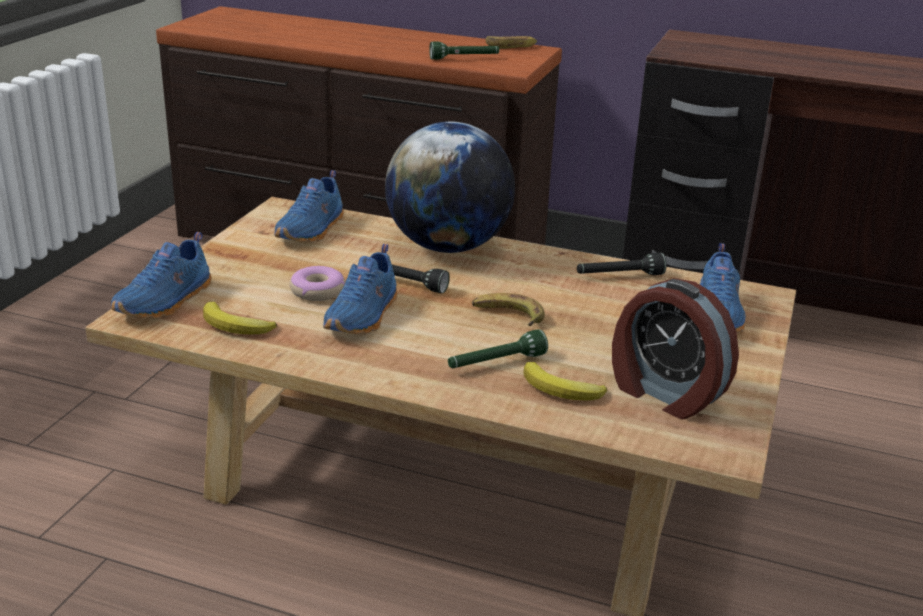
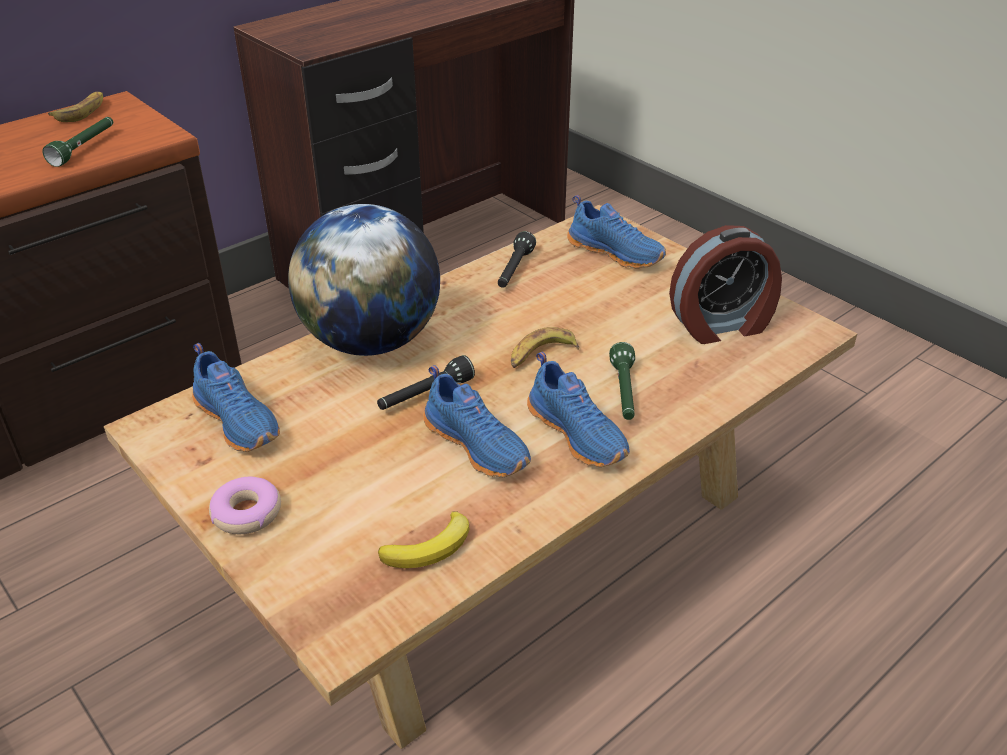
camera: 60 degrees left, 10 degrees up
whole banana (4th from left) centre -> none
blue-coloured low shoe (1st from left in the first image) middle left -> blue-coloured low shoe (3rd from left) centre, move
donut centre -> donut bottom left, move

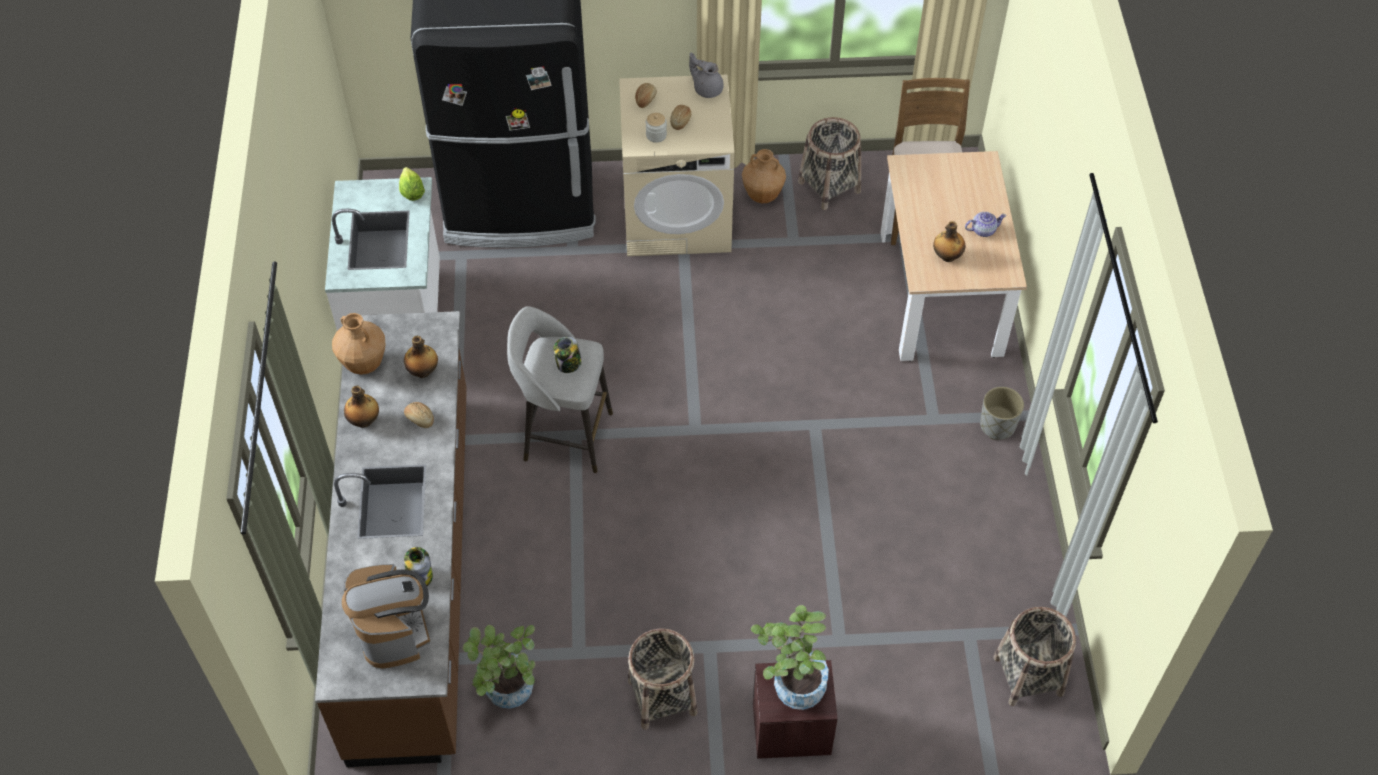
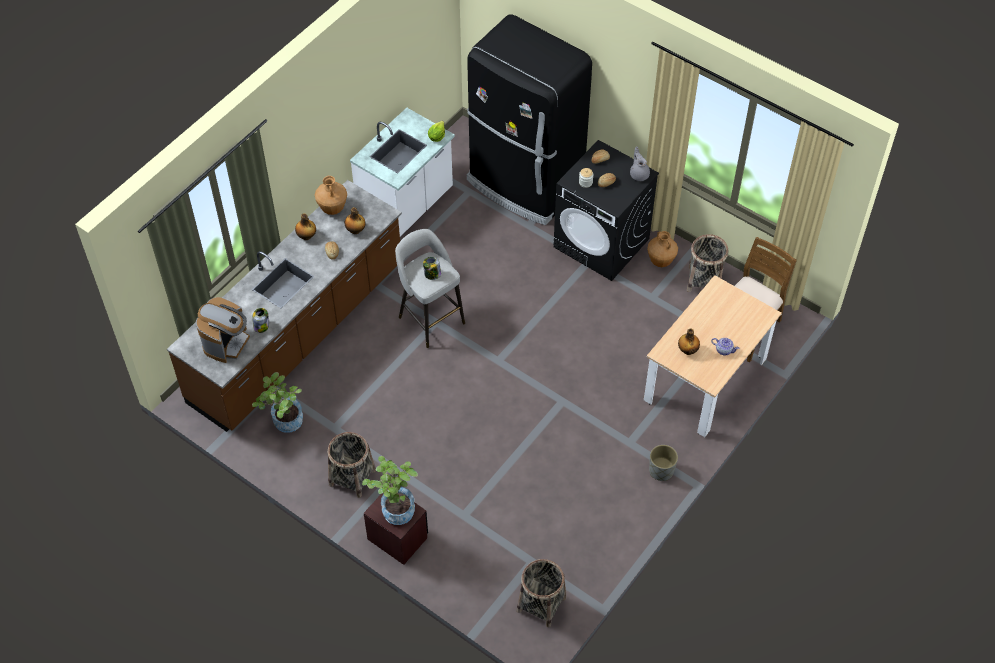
camera: 40 degrees right, 0 degrees up
sand-coloured washing machine top centre -> black washing machine top centre

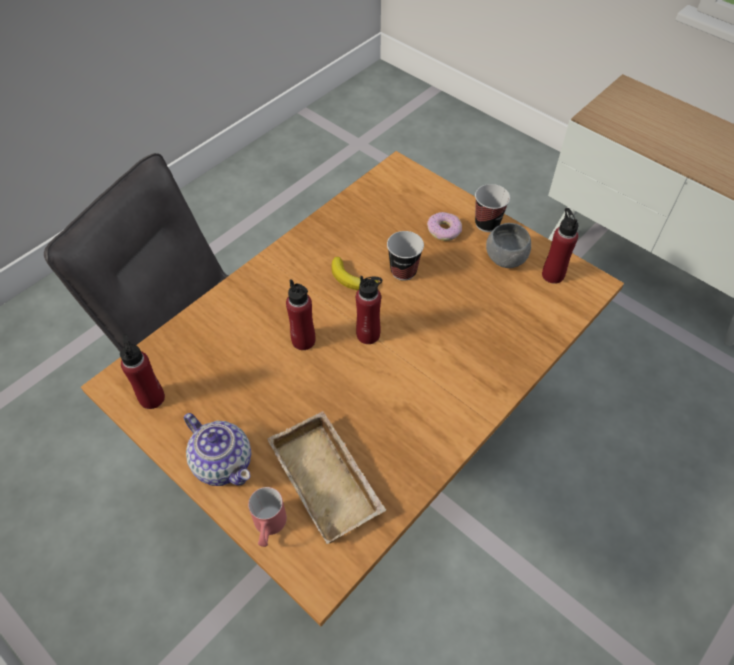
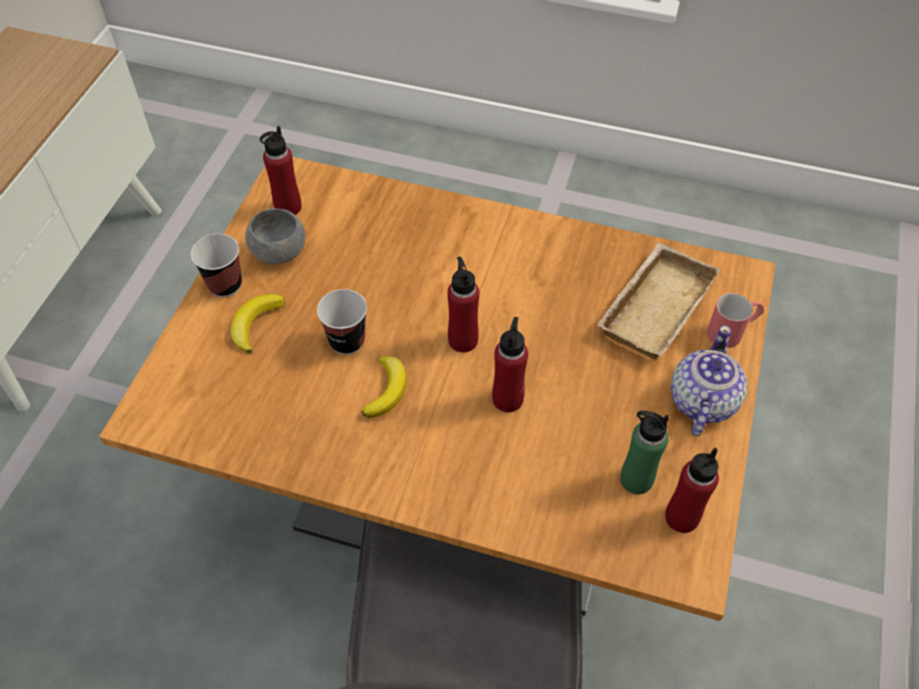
camera: 115 degrees left, 0 degrees up
none -> green bottle middle right
donut centre -> whole banana (1st from left) middle left

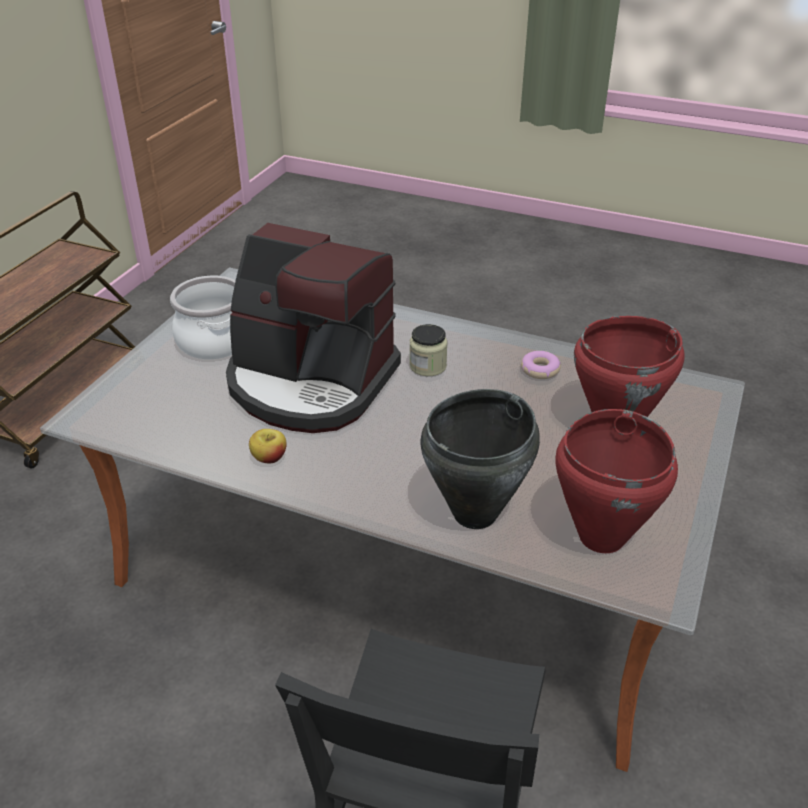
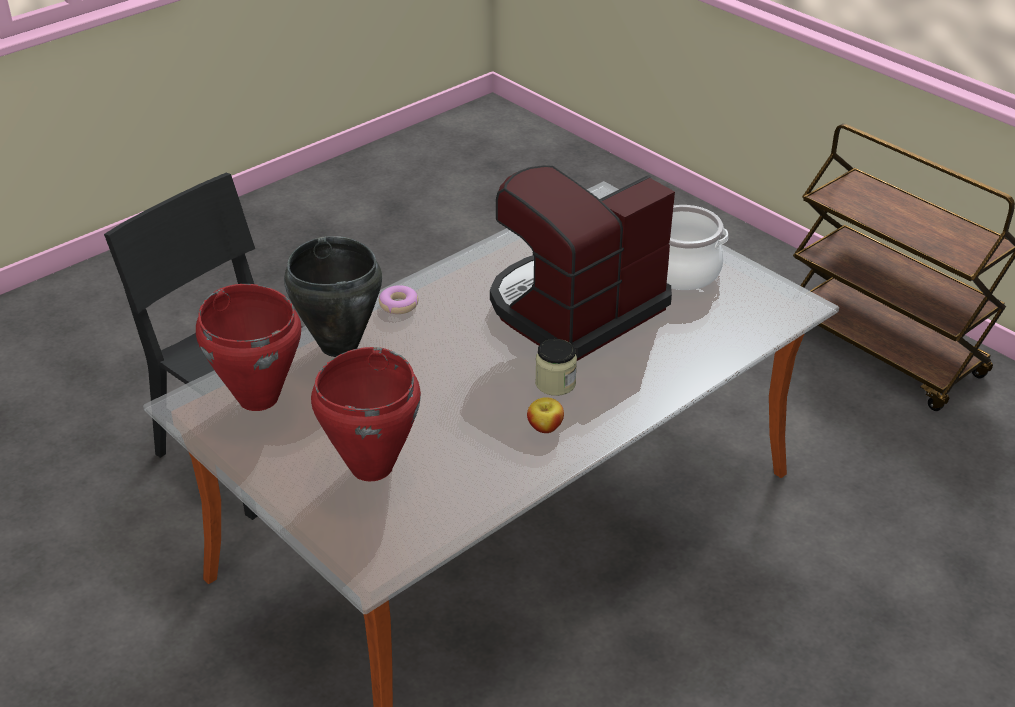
camera: 115 degrees right, 0 degrees up
whole apple middle left -> whole apple centre, move
donut middle right -> donut centre, move

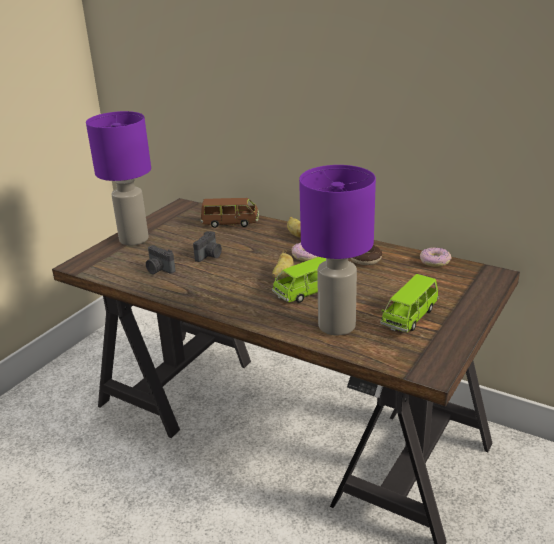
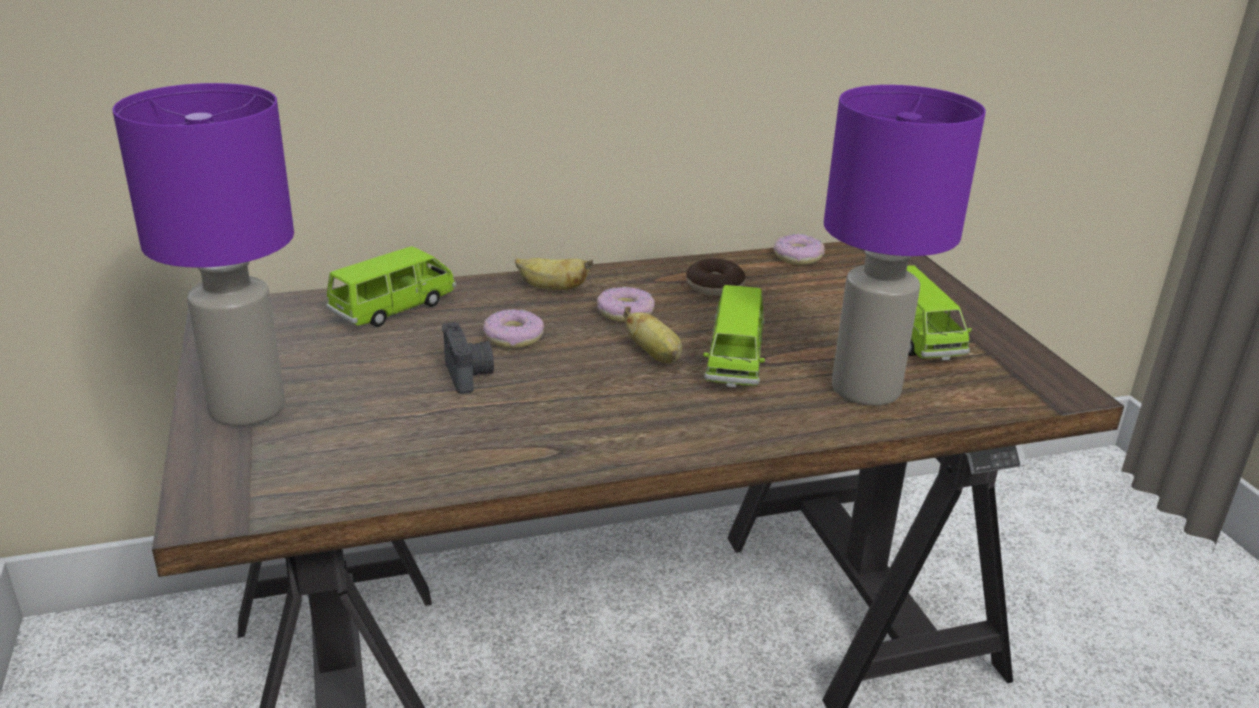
camera: 50 degrees left, 0 degrees up
photo camera (1st from left) middle left -> none
none -> donut (1st from left) centre
brown-coloured miniature car centre -> green miniature car (1st from left) middle left

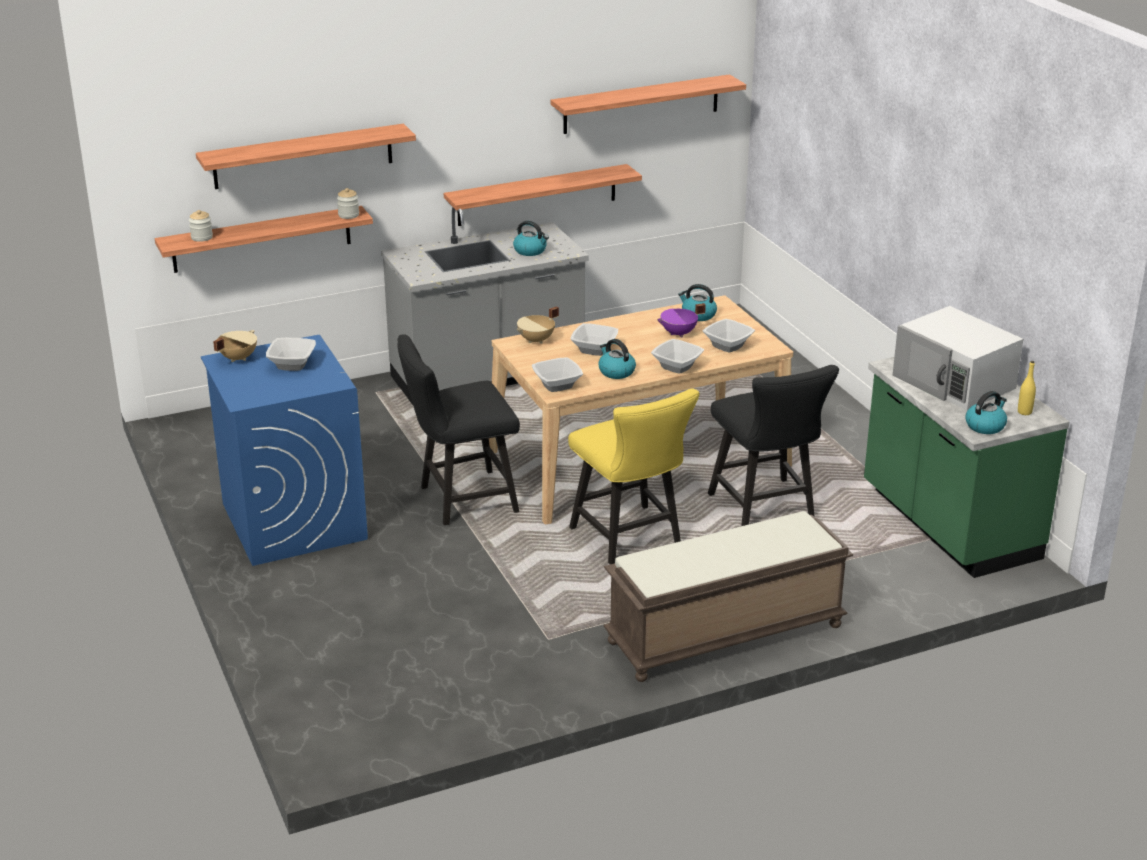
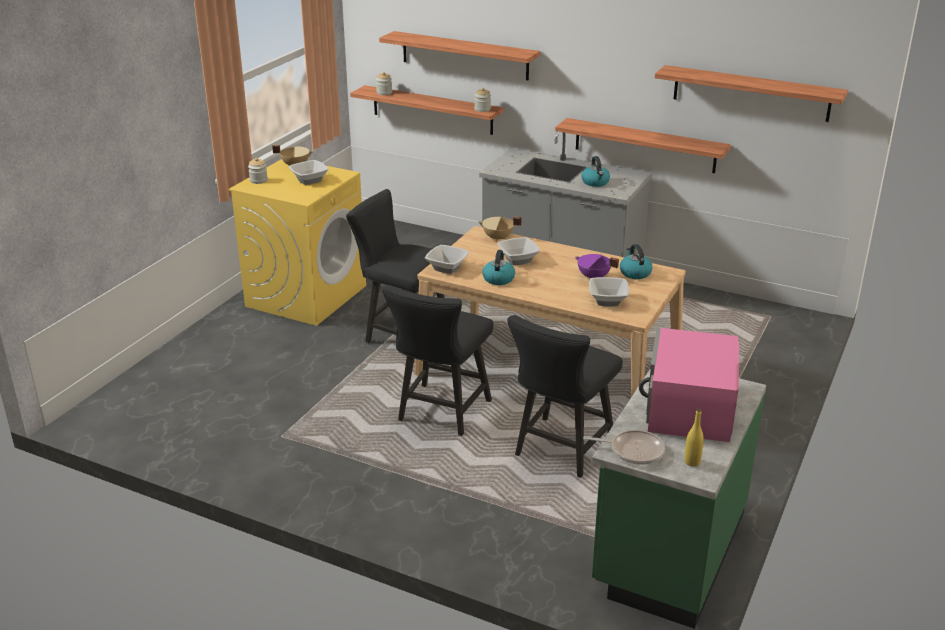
camera: 50 degrees right, 0 degrees up
brown-coloured long seat bottom centre -> none
deep dish (4th from left) centre -> none
none -> preserve jar (1st from left) top left
water kettle (4th from left) middle right -> pan bottom centre
blue-coloured washing machine middle left -> yellow-coloured washing machine middle left
yellow-coloured plain chair centre -> black plain chair (2nd from left) centre
whitish microwave middle right -> pink-coloured microwave middle right

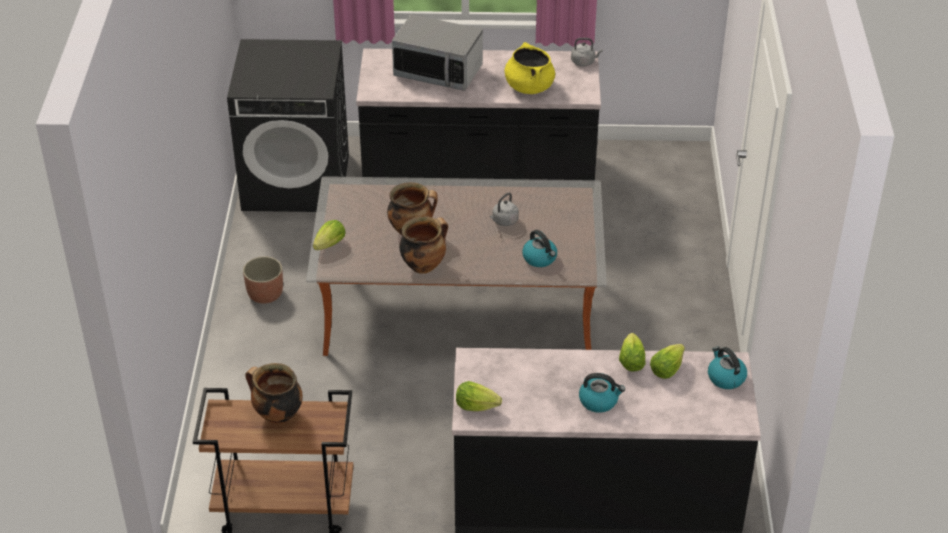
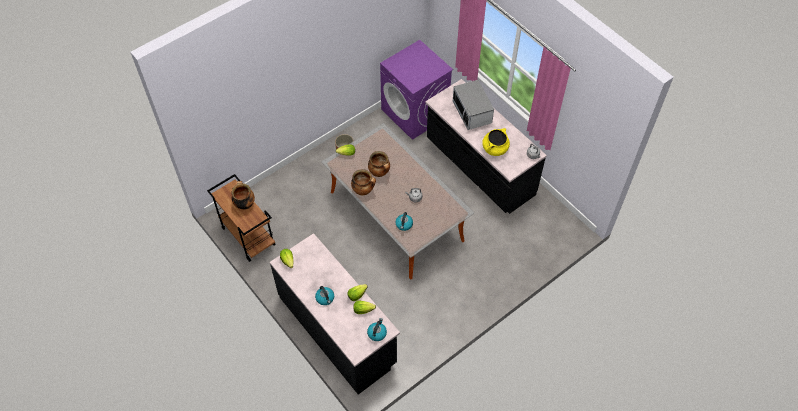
camera: 50 degrees right, 15 degrees up
black washing machine top left -> purple-coloured washing machine top centre

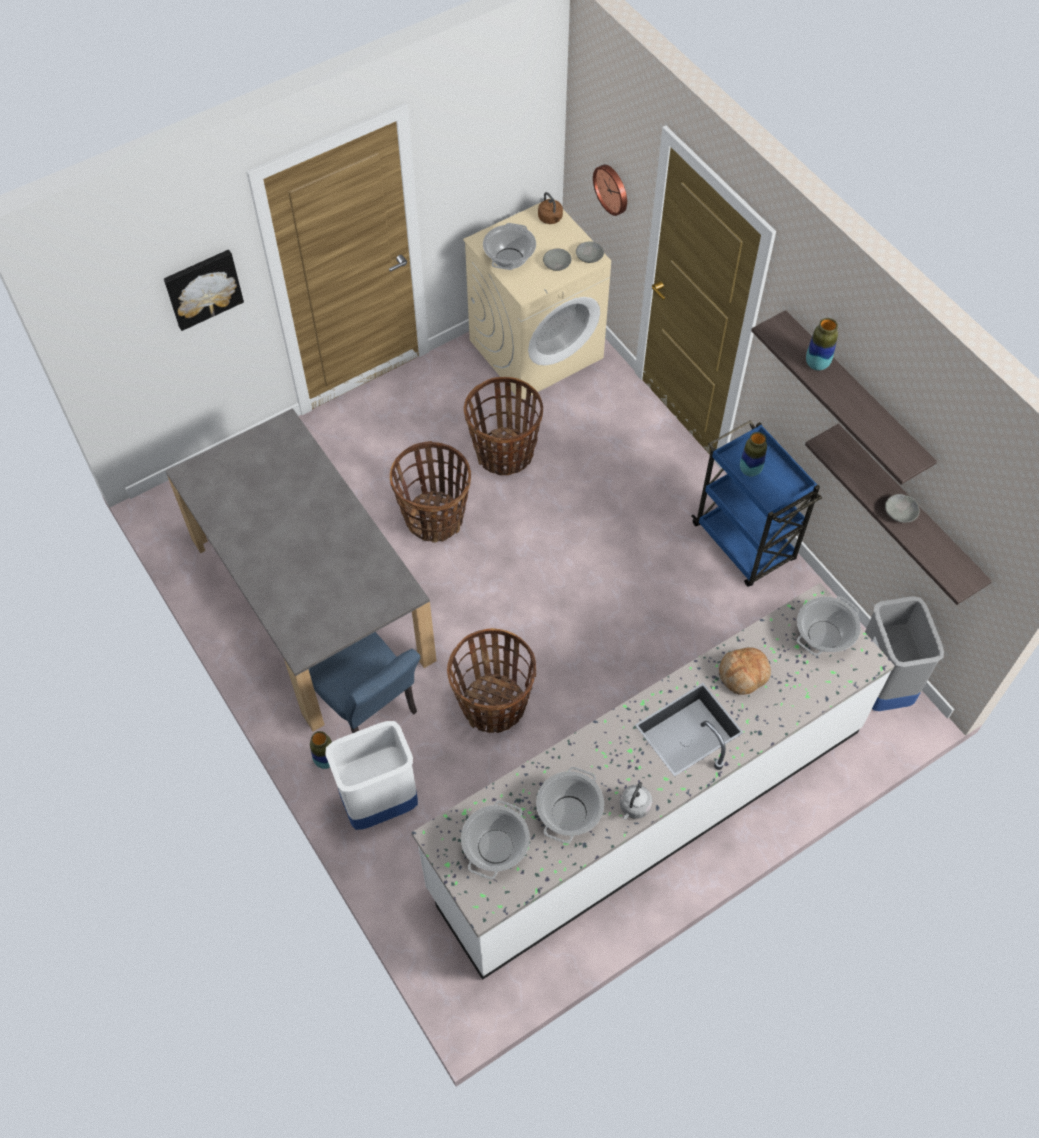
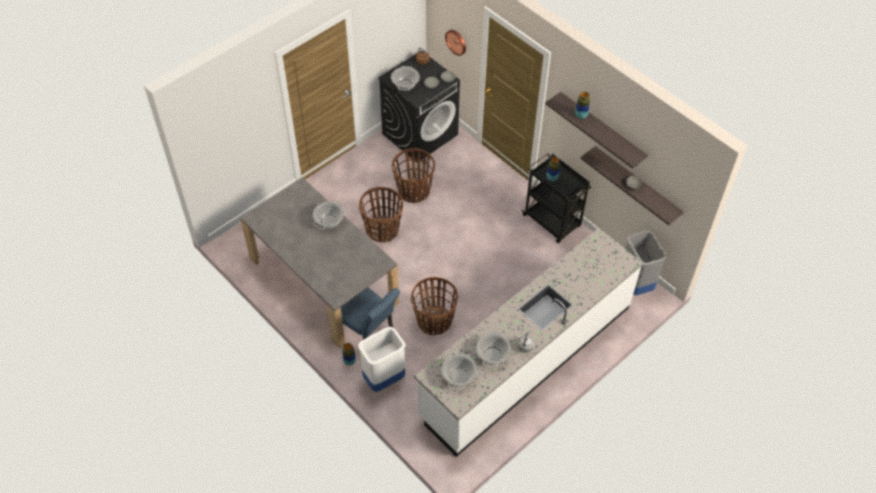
camera: 10 degrees left, 5 degrees down
wall picture top left -> none
bread middle right -> none
cooking pot (4th from left in the first image) middle right -> cooking pot (1st from left) centre, move
sand-coloured washing machine top centre -> black washing machine top centre
blue-coloured wheeled cart middle right -> black wheeled cart centre

